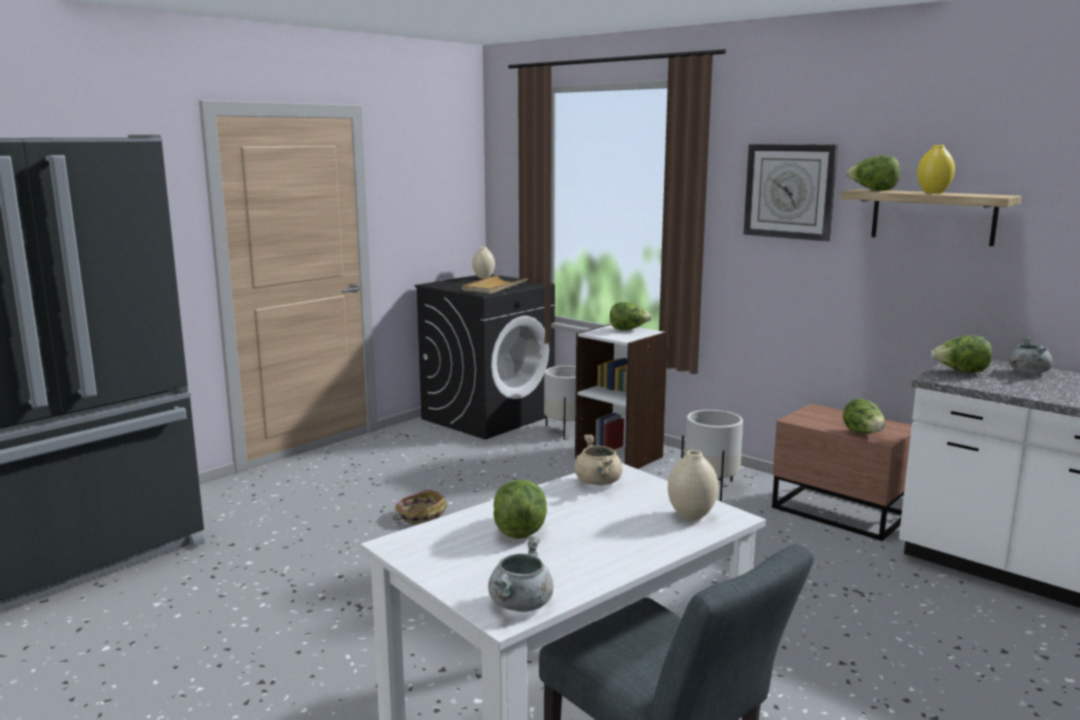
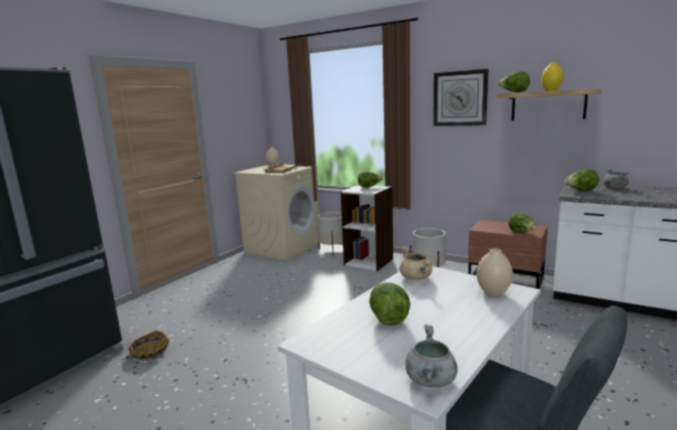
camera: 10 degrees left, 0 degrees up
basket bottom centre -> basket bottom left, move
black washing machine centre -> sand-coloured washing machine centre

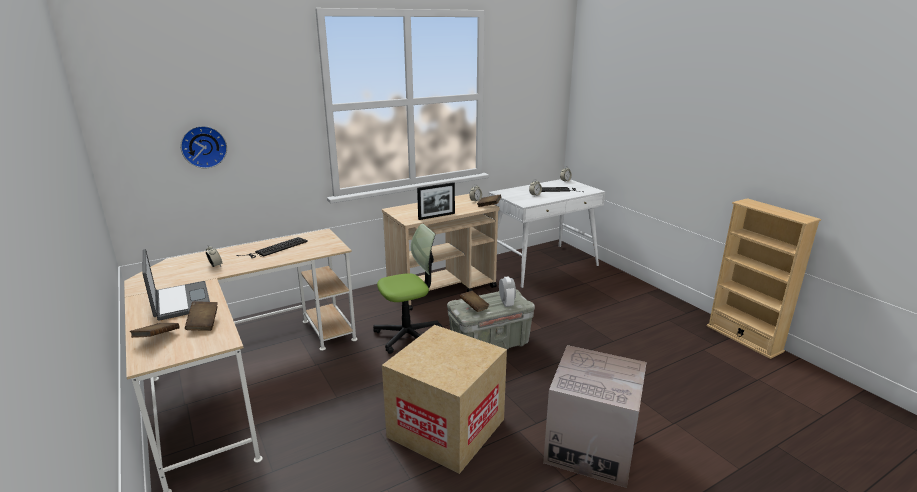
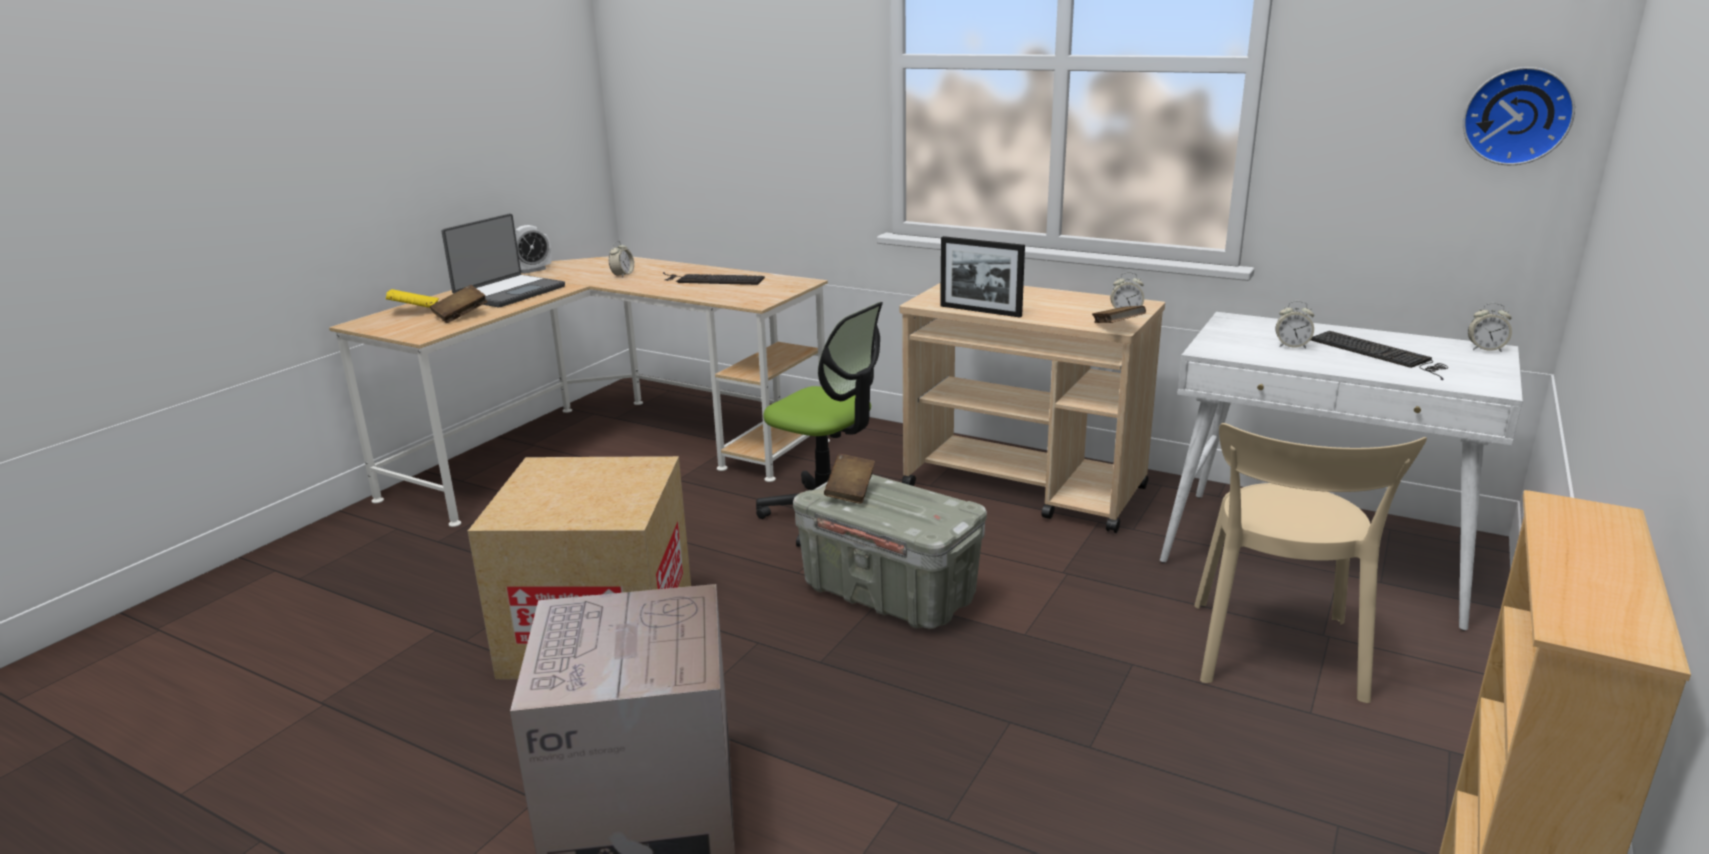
camera: 60 degrees right, 0 degrees up
none -> sand-coloured plain chair middle right
clock on the wall top left -> clock on the wall top right, move
bedside clock (3rd from left in the first image) centre -> bedside clock (1st from left) top left, move
brown-coloured book (1st from left) bottom left -> yellow-coloured book middle left

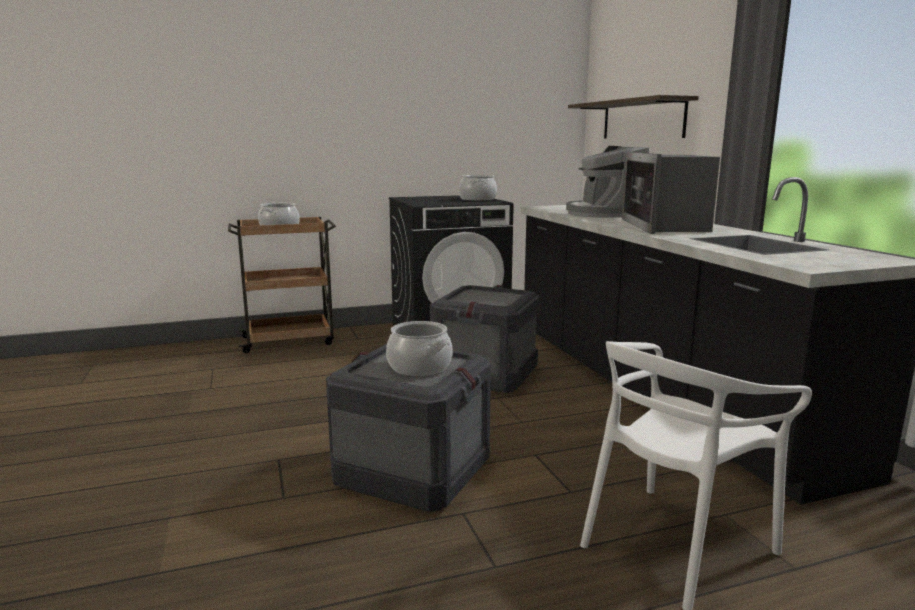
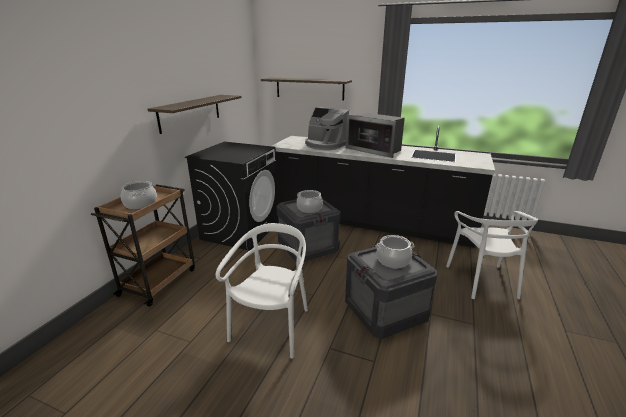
camera: 50 degrees left, 10 degrees up
none -> wall shelf (1st from left) top left
none -> whitish plain chair (1st from left) bottom centre
cooking pot (3rd from left in the first image) top centre -> cooking pot (2nd from left) centre, move

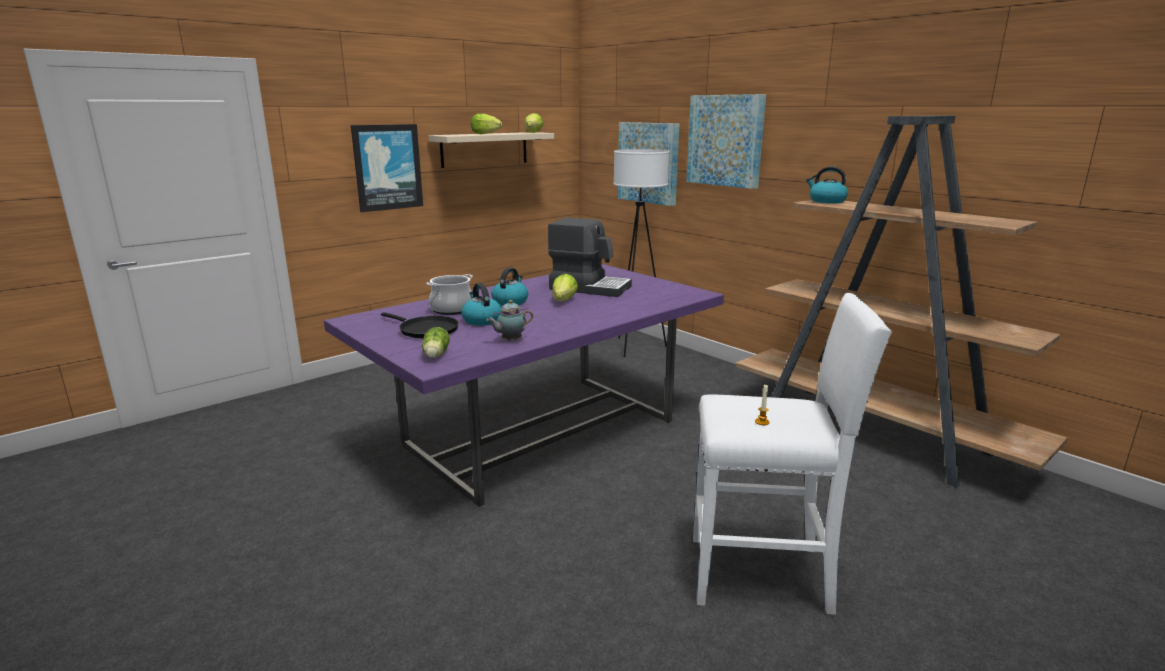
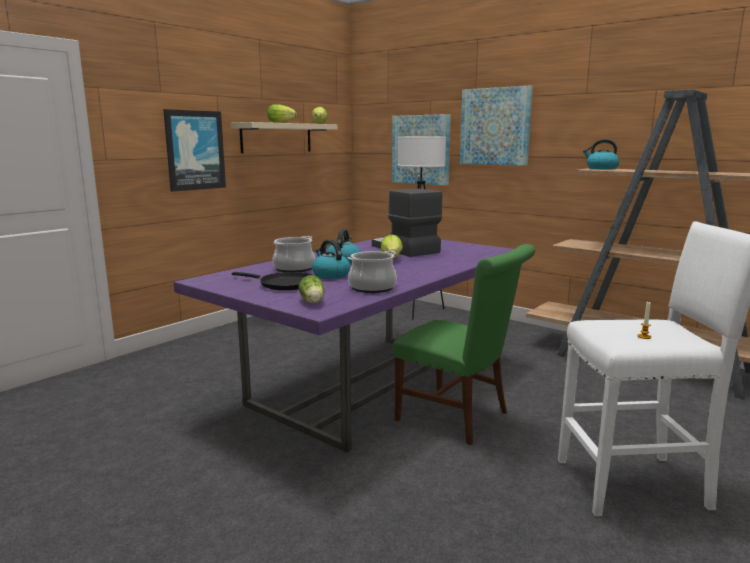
camera: 10 degrees left, 5 degrees down
none -> green plain chair centre
tea pot centre -> cooking pot (2nd from left) centre
coffee brewer centre, 135 degrees counterclockwise

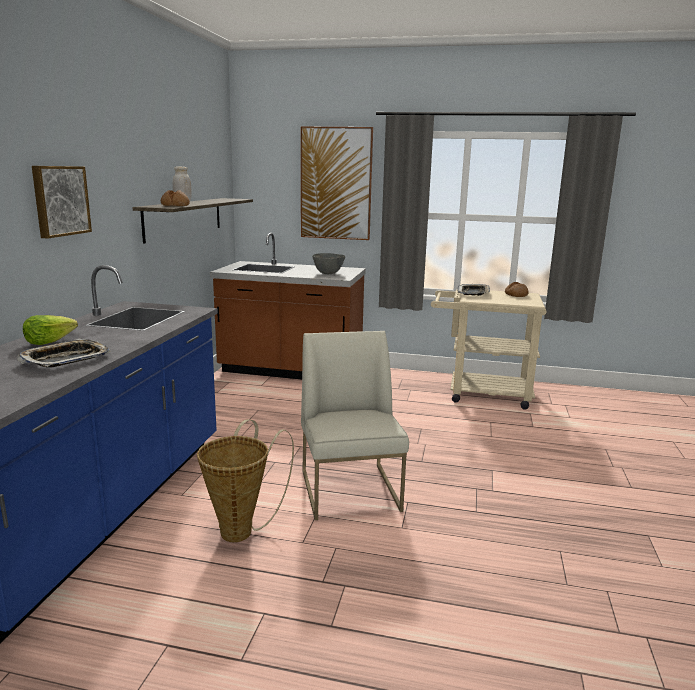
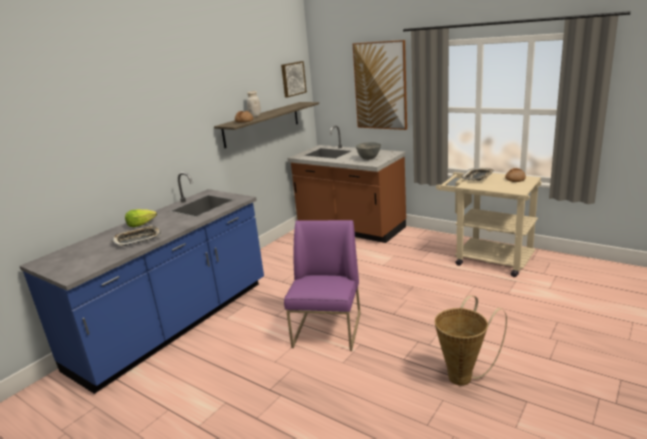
camera: 25 degrees right, 5 degrees up
wall picture (1st from left) top left -> wall picture (1st from left) top centre, move
basket bottom centre -> basket bottom right, move
whitish plain chair centre -> purple-coloured plain chair centre

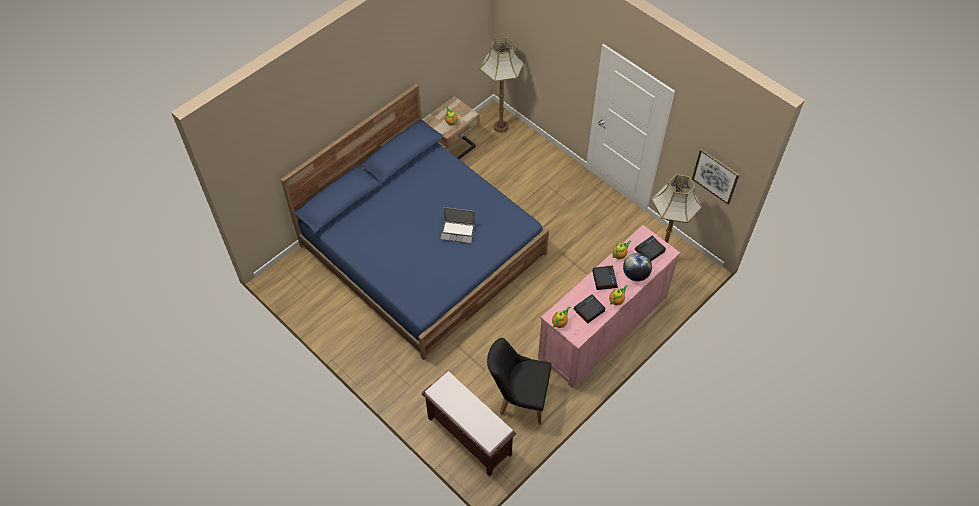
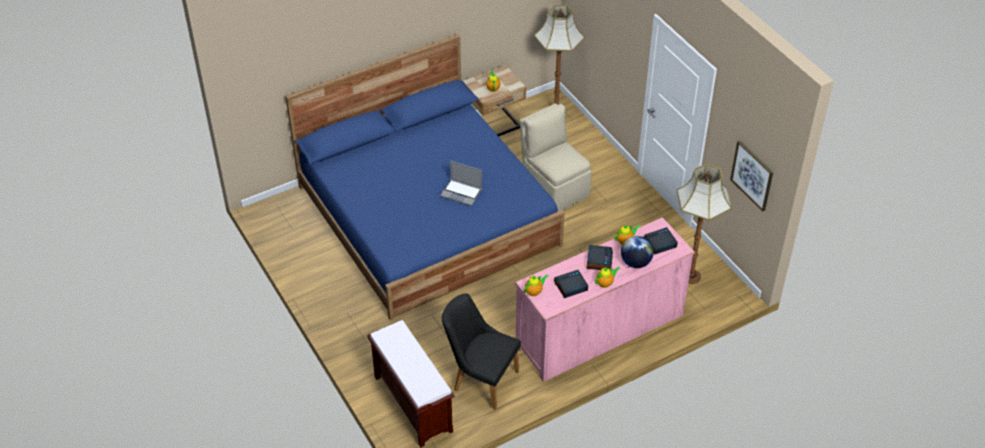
camera: 15 degrees right, 10 degrees down
none -> sand-coloured plain chair centre

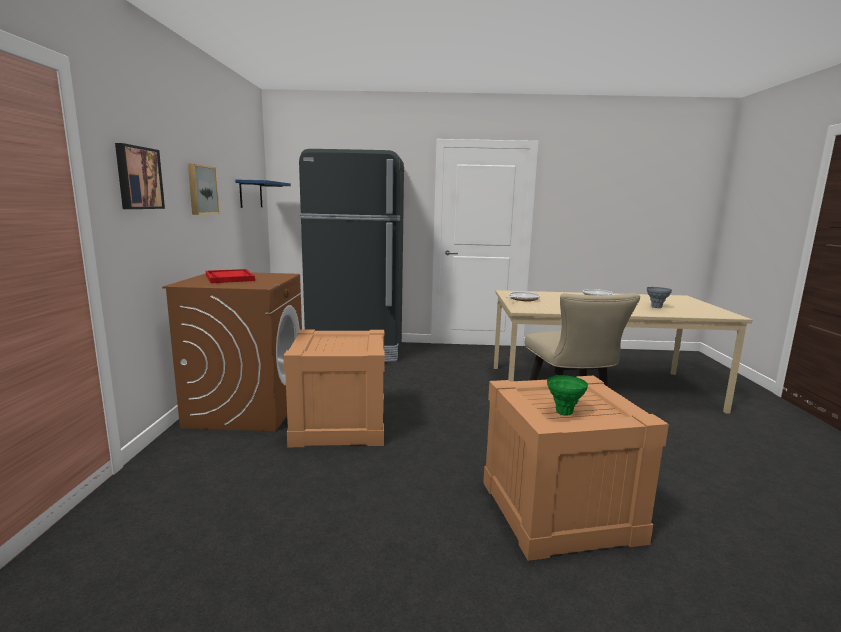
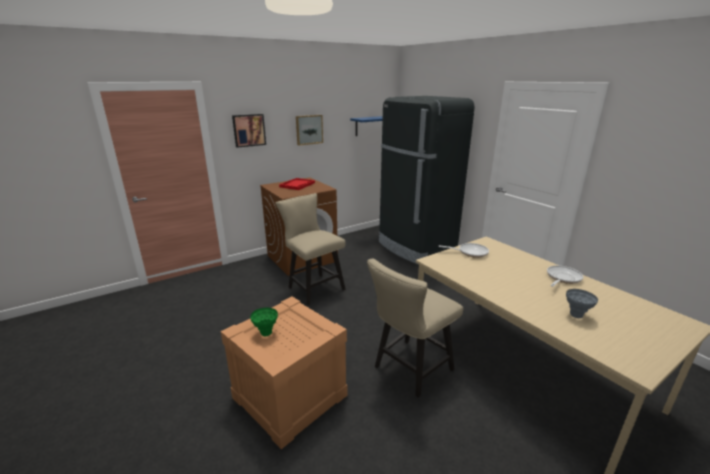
camera: 55 degrees right, 10 degrees up
shipping crate (1st from left) centre -> sand-coloured plain chair (1st from left) centre

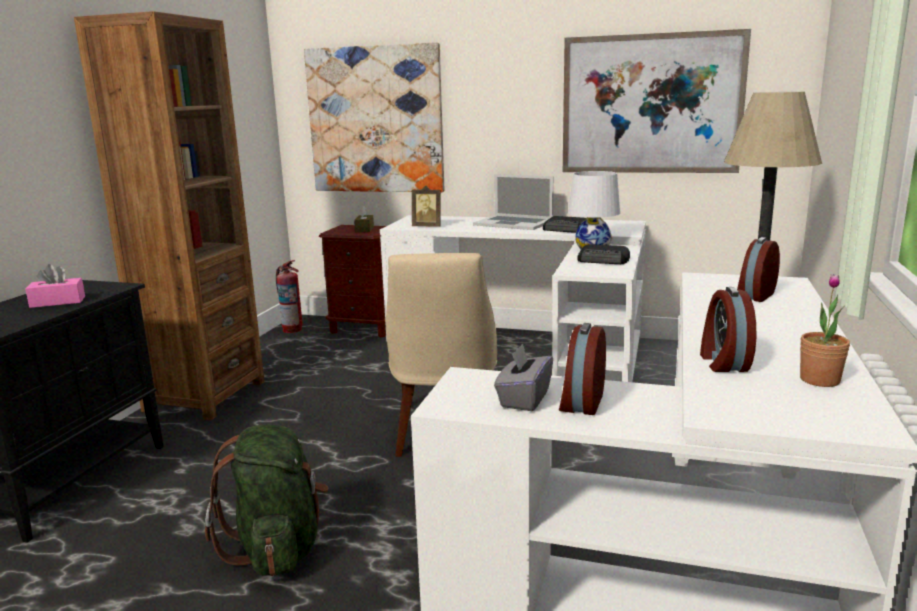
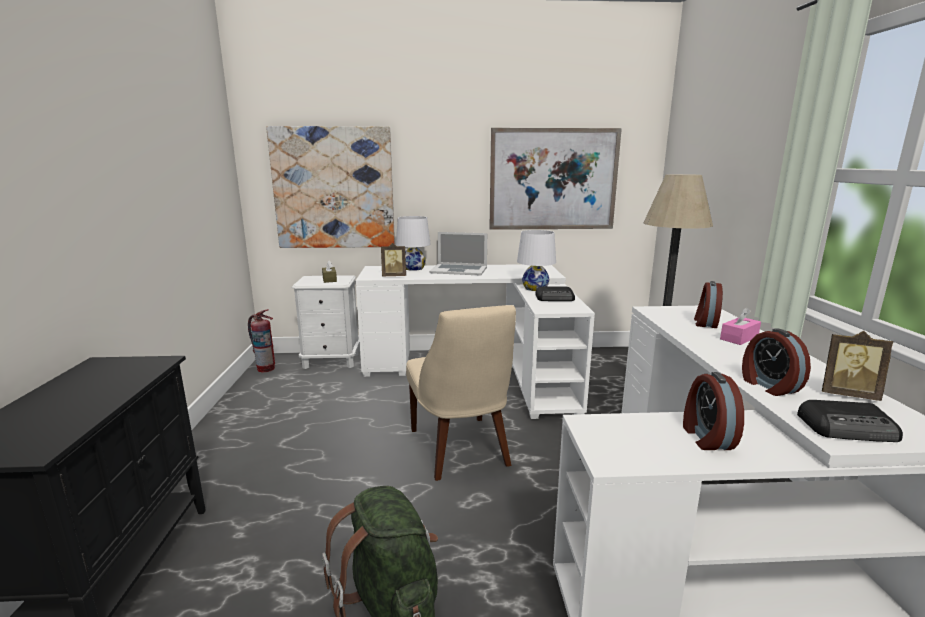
camera: 20 degrees left, 0 degrees up
brown-coloured bookcase middle left -> none
greyish tissue holder centre -> none
none -> whitish tabletop lamp (1st from left) centre
pink-coloured tissue holder middle left -> pink-coloured tissue holder middle right, move
radio set (1st from left in the first image) centre -> radio set (2nd from left) bottom right, move
plant in a pot middle right -> standing frame (2nd from left) middle right
brown-coloured bedside table centre -> whitish bedside table centre

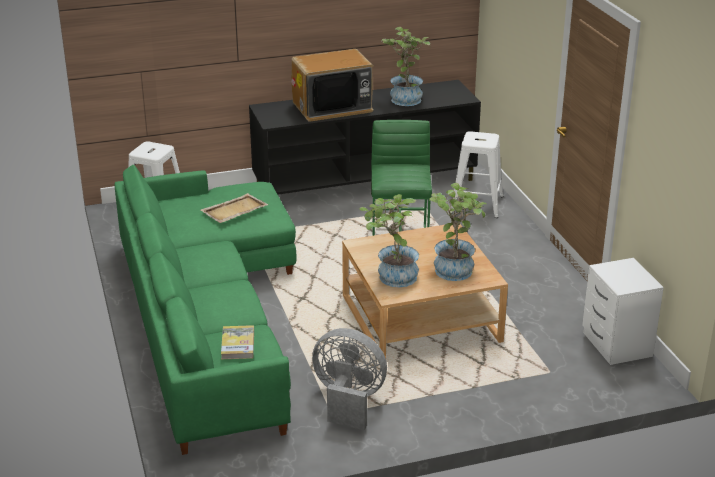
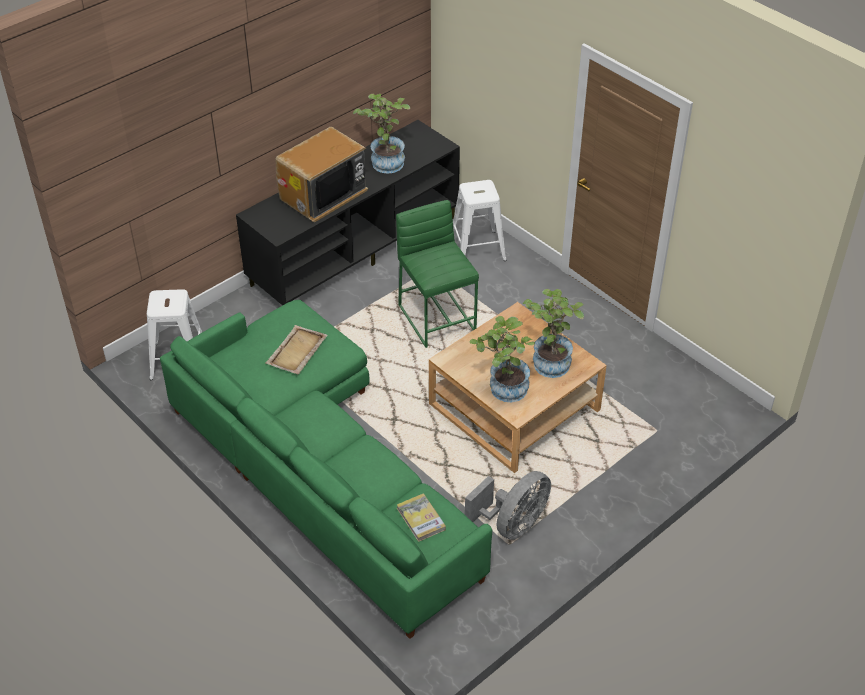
camera: 25 degrees left, 15 degrees up
whitish bedside table middle right -> none
greyish cooling fan bottom centre, 135 degrees clockwise

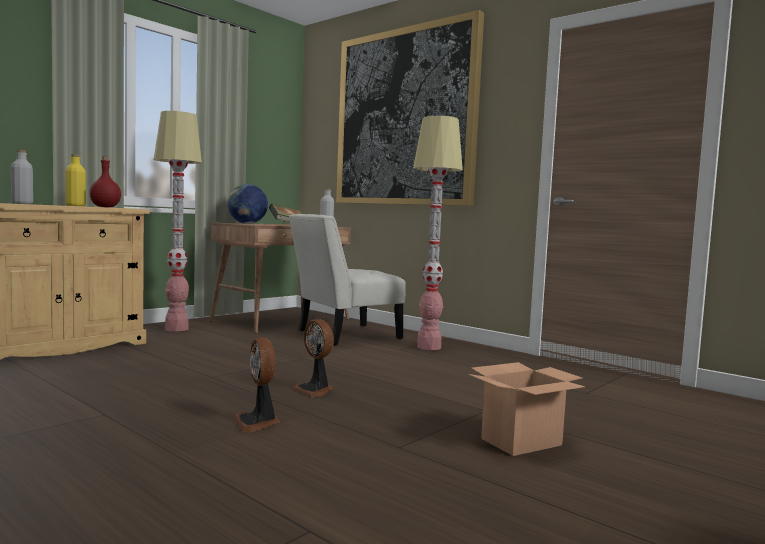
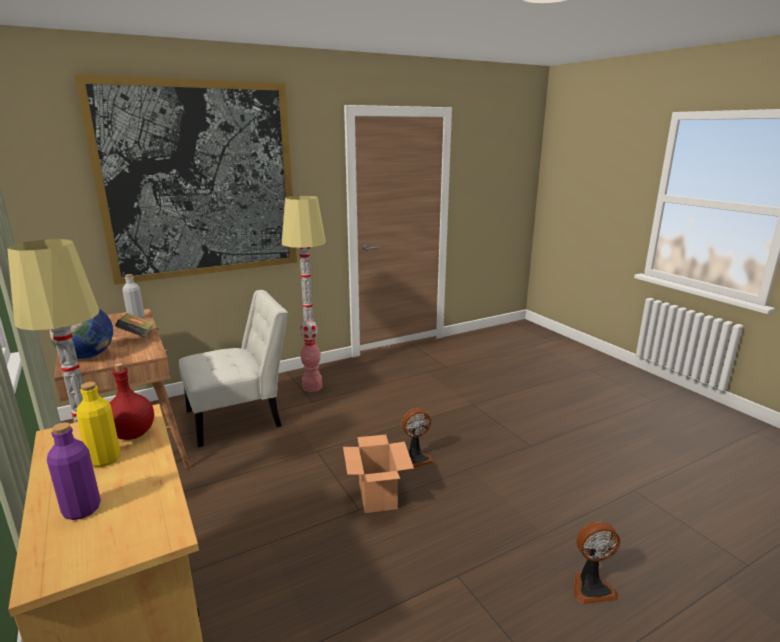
camera: 70 degrees left, 15 degrees up
cooling fan (1st from left in the first image) bottom centre -> cooling fan (2nd from left) bottom right, move
carton bottom right -> carton bottom centre, move
greyish bottle (1st from left) top left -> purple-coloured bottle bottom left
whitish plain chair centre -> whitish plain chair middle left, 105 degrees counterclockwise

